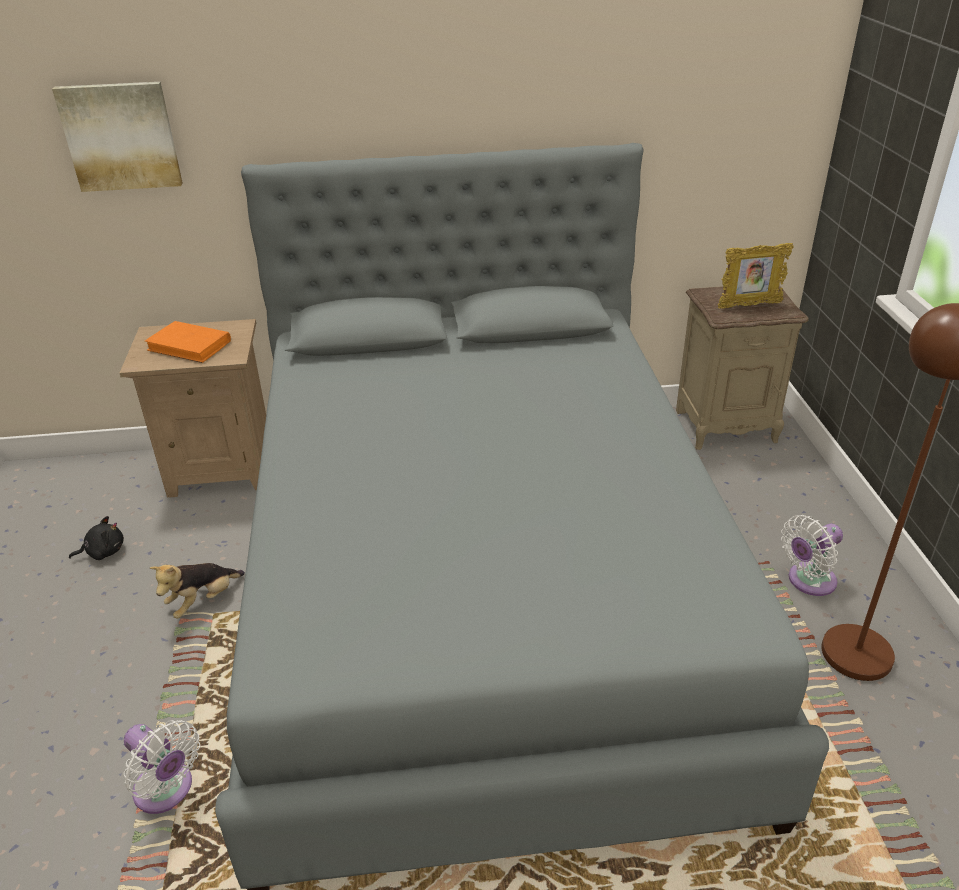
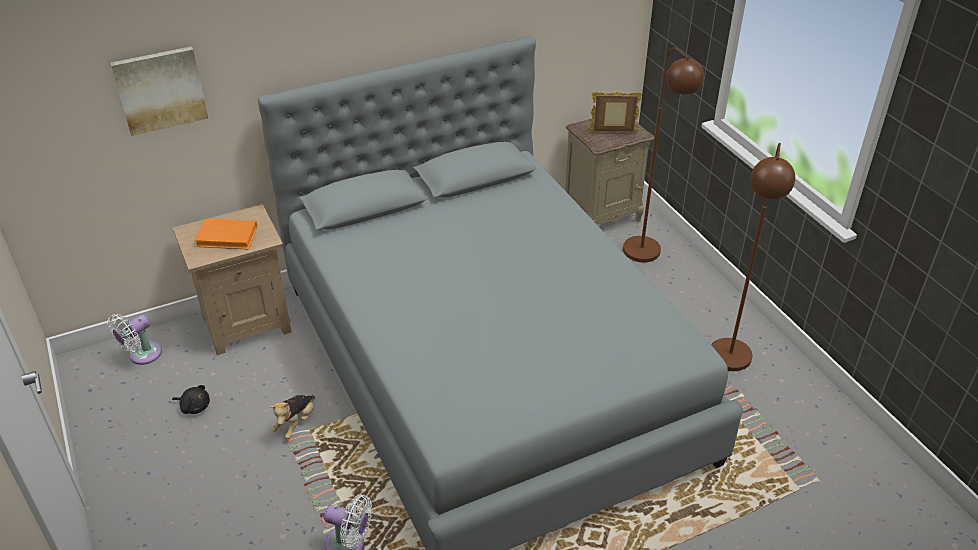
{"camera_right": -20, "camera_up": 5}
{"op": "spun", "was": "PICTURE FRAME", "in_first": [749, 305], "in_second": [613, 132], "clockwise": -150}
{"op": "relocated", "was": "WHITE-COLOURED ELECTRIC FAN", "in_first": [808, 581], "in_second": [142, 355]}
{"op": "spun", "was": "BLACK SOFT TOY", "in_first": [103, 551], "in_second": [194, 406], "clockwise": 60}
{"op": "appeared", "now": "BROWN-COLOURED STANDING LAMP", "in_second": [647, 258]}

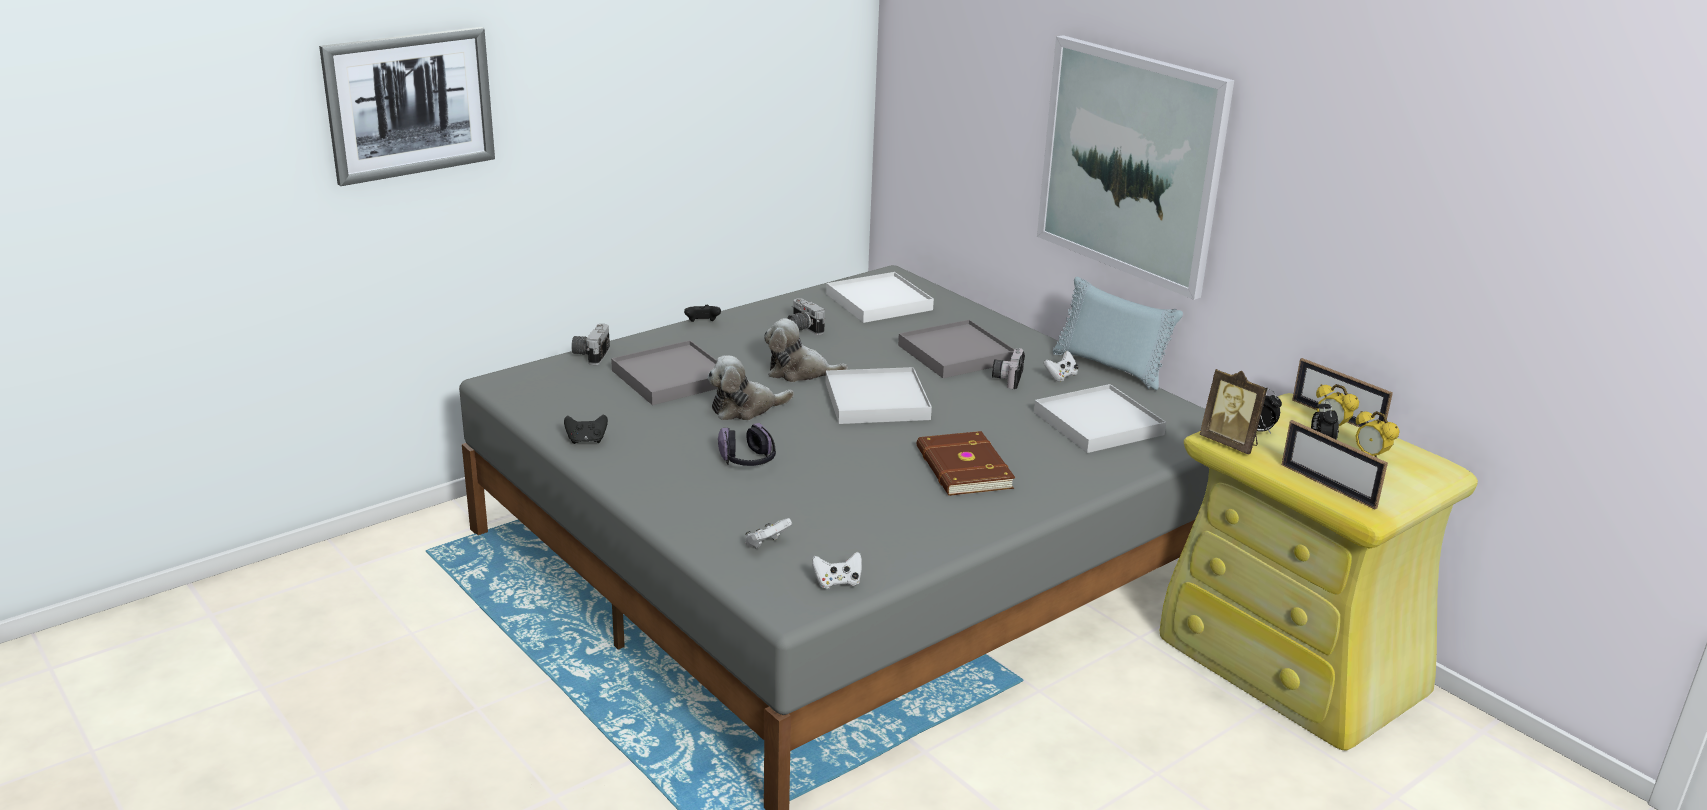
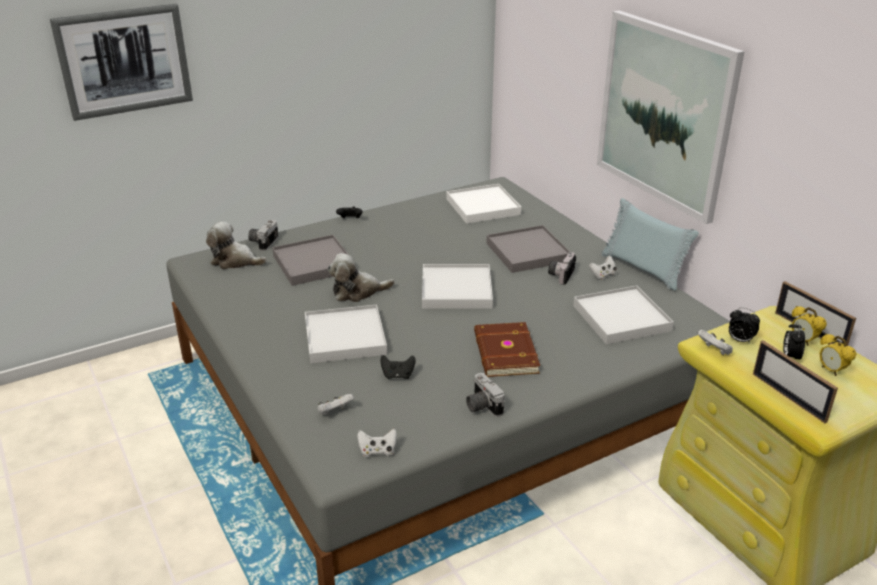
{"camera_right": 10, "camera_up": 5}
{"op": "relocated", "was": "STILL CAMERA", "in_first": [801, 329], "in_second": [481, 406]}
{"op": "relocated", "was": "SOFT TOY", "in_first": [799, 372], "in_second": [235, 261]}
{"op": "exchanged", "was": "PICTURE FRAME", "now": "WHITE-COLOURED GAMEPAD", "in_first": [1230, 443], "in_second": [714, 351]}
{"op": "relocated", "was": "BLACK GAMEPAD", "in_first": [586, 440], "in_second": [398, 375]}
{"op": "exchanged", "was": "HEADPHONES", "now": "WHITE-COLOURED CARRYING TRAY", "in_first": [748, 461], "in_second": [344, 337]}

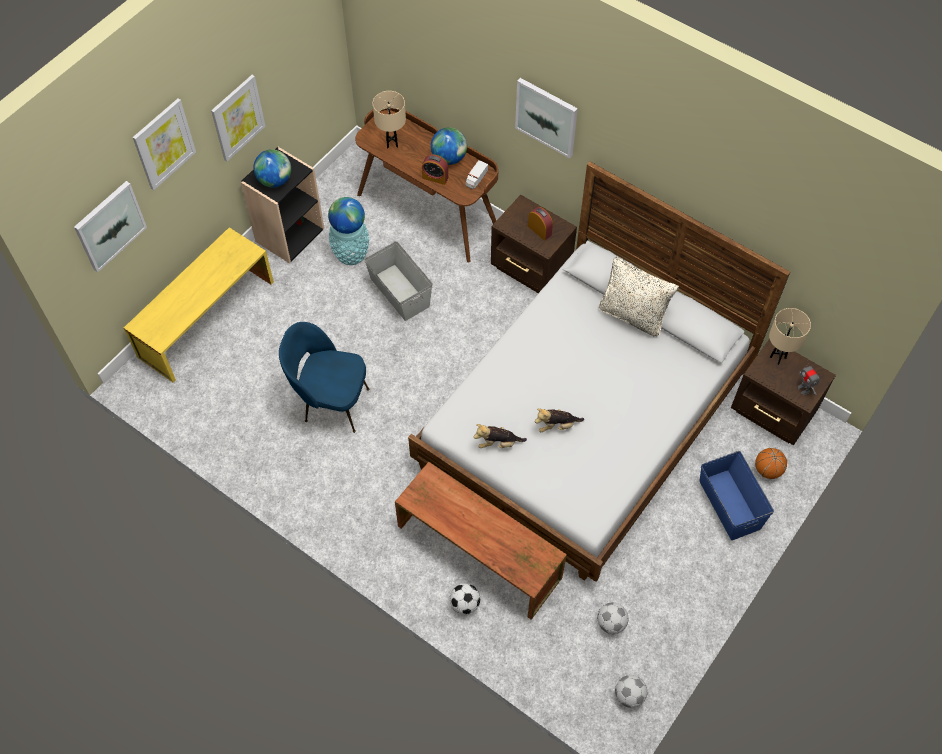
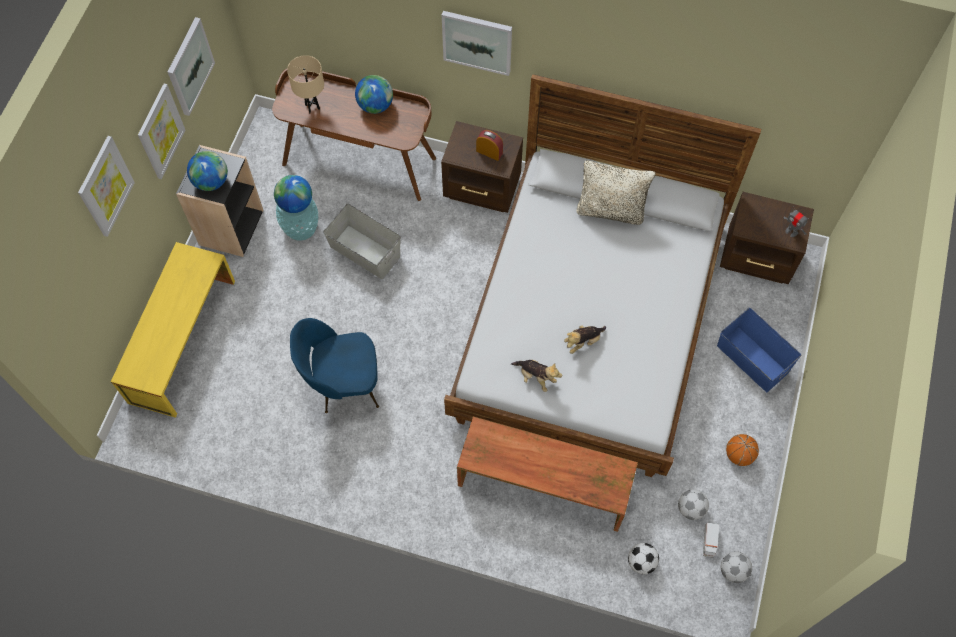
{"camera_right": -20, "camera_up": 5}
{"op": "missing", "was": "BEDSIDE CLOCK", "in_first": [435, 177]}
{"op": "relocated", "was": "MODEL TRUCK", "in_first": [476, 179], "in_second": [709, 542]}
{"op": "relocated", "was": "WALL ART", "in_first": [109, 225], "in_second": [189, 66]}
{"op": "missing", "was": "BEIGE-COLOURED LAMP FOR A TABLE", "in_first": [778, 357]}
{"op": "spun", "was": "SOFT TOY", "in_first": [498, 443], "in_second": [535, 377], "clockwise": -120}
{"op": "relocated", "was": "BASKETBALL", "in_first": [767, 470], "in_second": [739, 455]}
{"op": "relocated", "was": "BALL FOR FOOTBALL", "in_first": [465, 604], "in_second": [641, 562]}

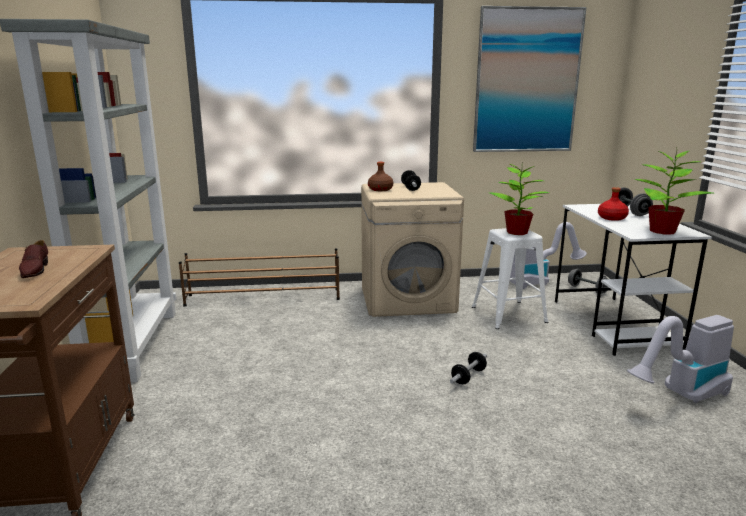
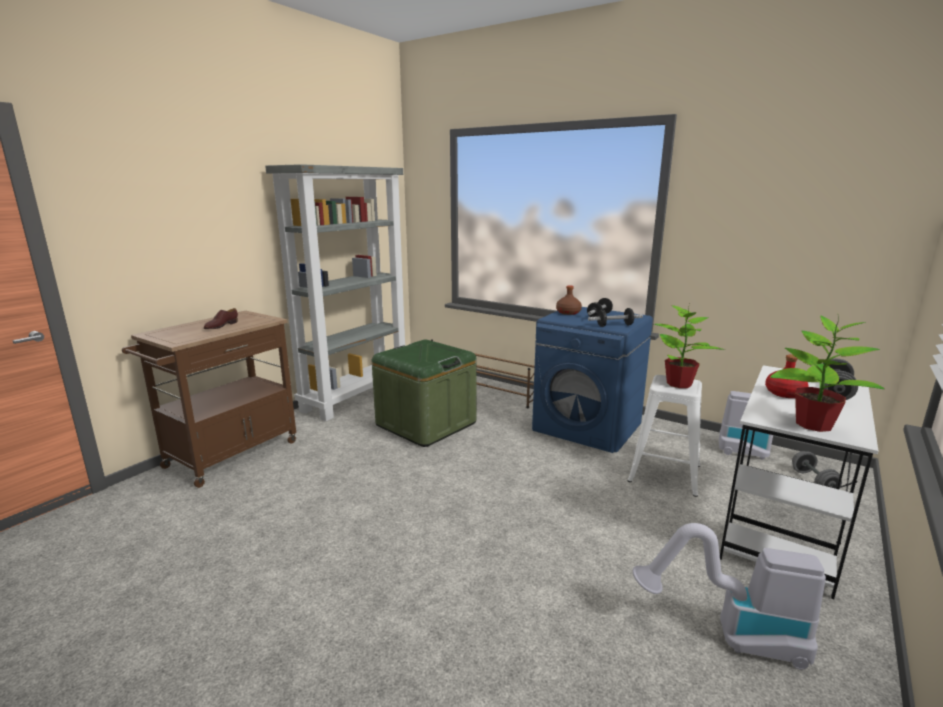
{"camera_right": 40, "camera_up": 0}
{"op": "missing", "was": "WALL ART", "in_first": [527, 81]}
{"op": "colour", "was": "BEIGE-COLOURED LAUNDRY MACHINE", "now": "BLUISH LAUNDRY MACHINE", "in_first": [409, 300], "in_second": [586, 427]}
{"op": "relocated", "was": "HAND WEIGHT", "in_first": [468, 376], "in_second": [614, 325]}
{"op": "appeared", "now": "GREEN-COLOURED STORAGE BOX", "in_second": [426, 424]}

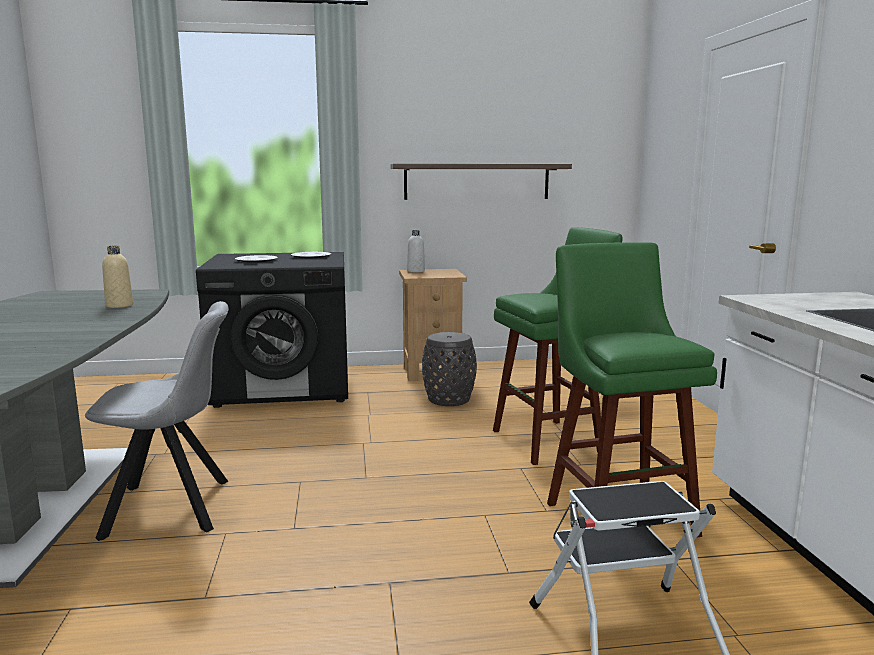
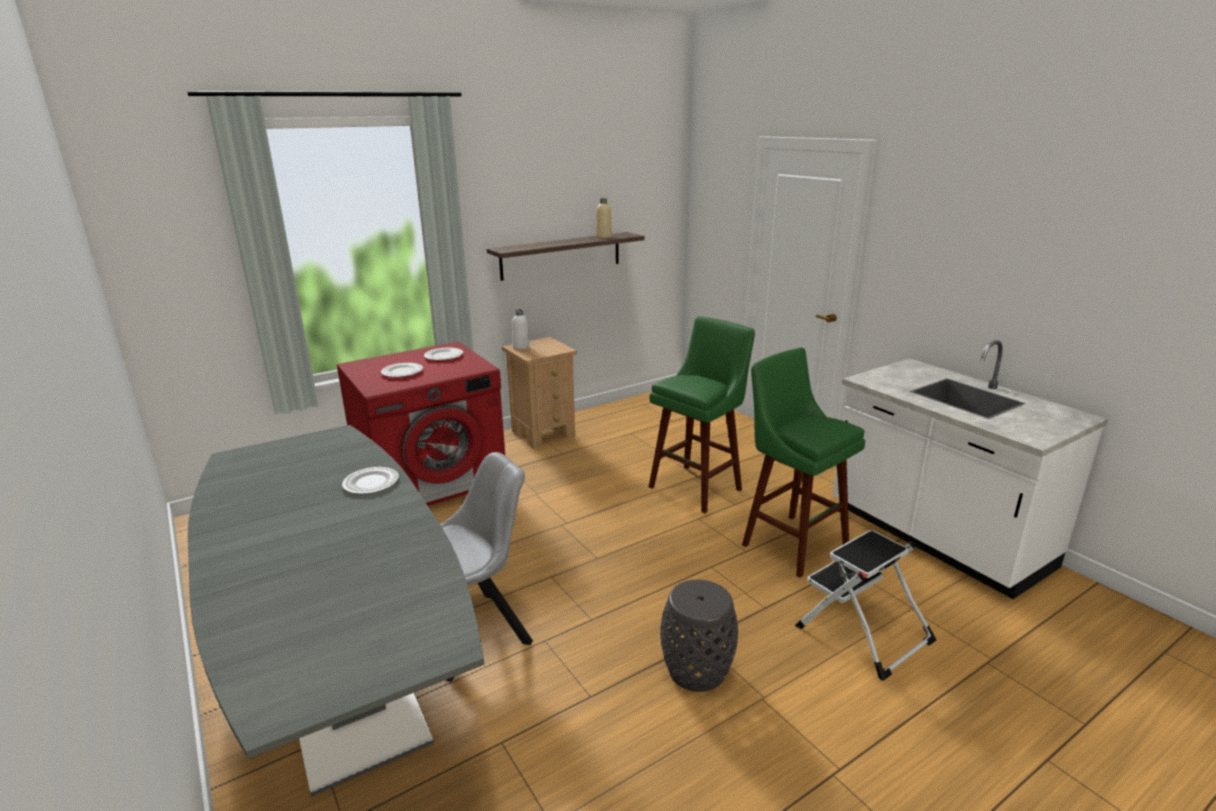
{"camera_right": -25, "camera_up": 10}
{"op": "relocated", "was": "BEIGE-COLOURED DRINK BOTTLE", "in_first": [119, 305], "in_second": [603, 237]}
{"op": "colour", "was": "BLACK LAUNDRY MACHINE", "now": "RED LAUNDRY MACHINE", "in_first": [284, 391], "in_second": [433, 484]}
{"op": "relocated", "was": "GREYISH STOOL", "in_first": [449, 399], "in_second": [697, 670]}
{"op": "appeared", "now": "PLATE", "in_second": [370, 483]}

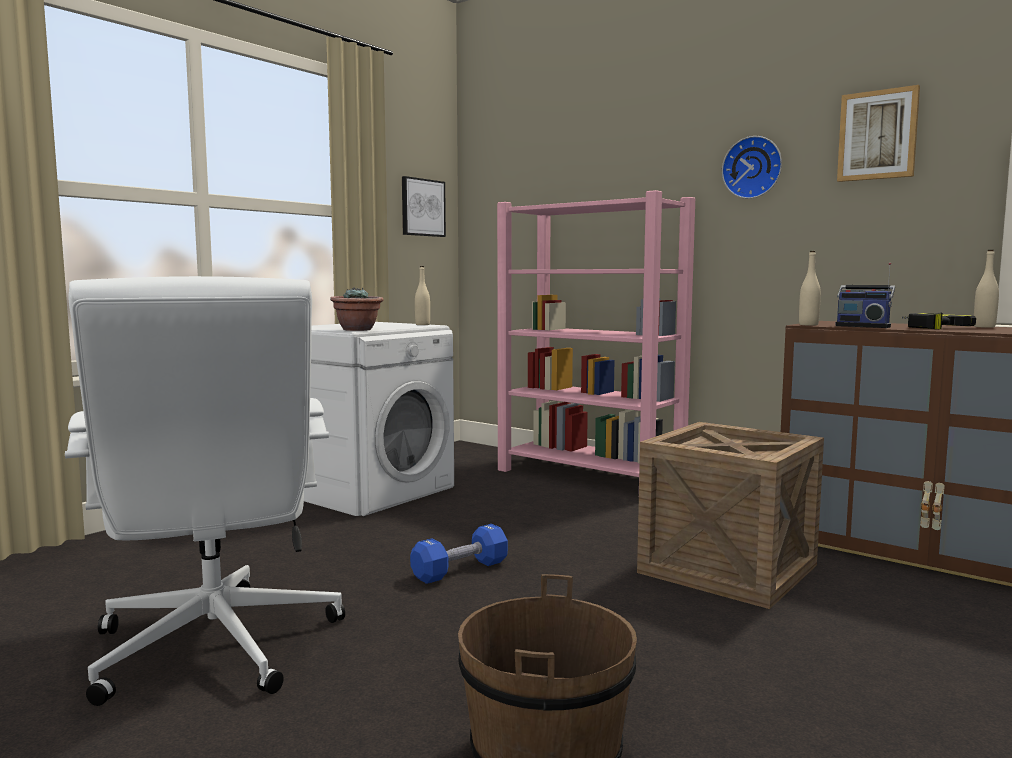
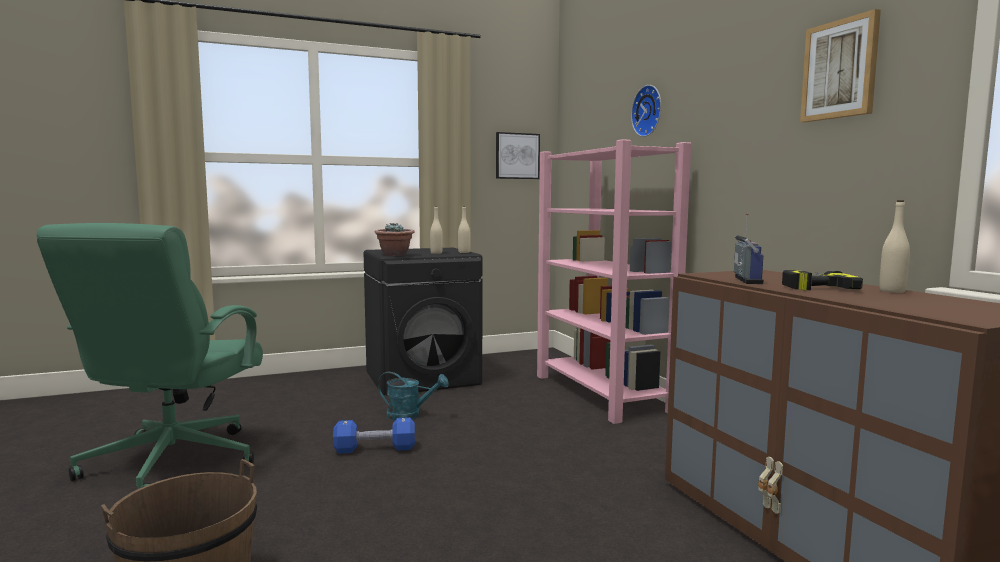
{"camera_right": 30, "camera_up": 0}
{"op": "relocated", "was": "WALL CLOCK", "in_first": [753, 168], "in_second": [649, 111]}
{"op": "relocated", "was": "BEIGE-COLOURED DRINK BOTTLE", "in_first": [808, 325], "in_second": [436, 253]}
{"op": "spun", "was": "RADIO RECEIVER", "in_first": [863, 326], "in_second": [745, 280], "clockwise": -150}
{"op": "colour", "was": "WHITE-COLOURED DESK CHAIR", "now": "GREEN-COLOURED DESK CHAIR", "in_first": [216, 642], "in_second": [173, 460]}
{"op": "colour", "was": "WHITE-COLOURED LAUNDRY MACHINE", "now": "BLACK LAUNDRY MACHINE", "in_first": [374, 491], "in_second": [425, 378]}
{"op": "missing", "was": "SHIPPING CRATE", "in_first": [728, 569]}
{"op": "appeared", "now": "TURQUOISE WATERING POT", "in_second": [410, 415]}

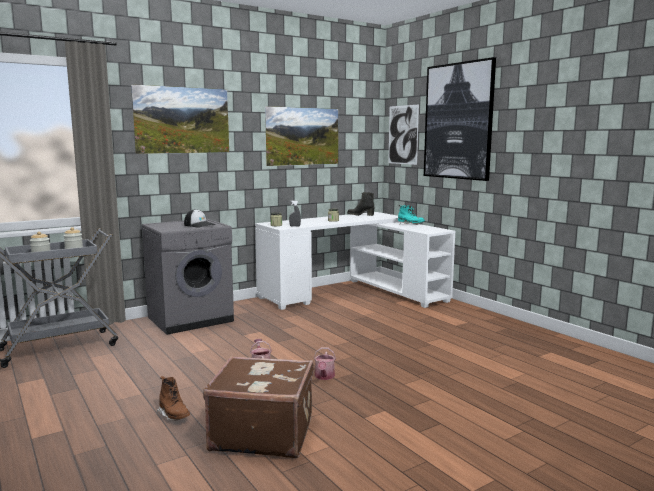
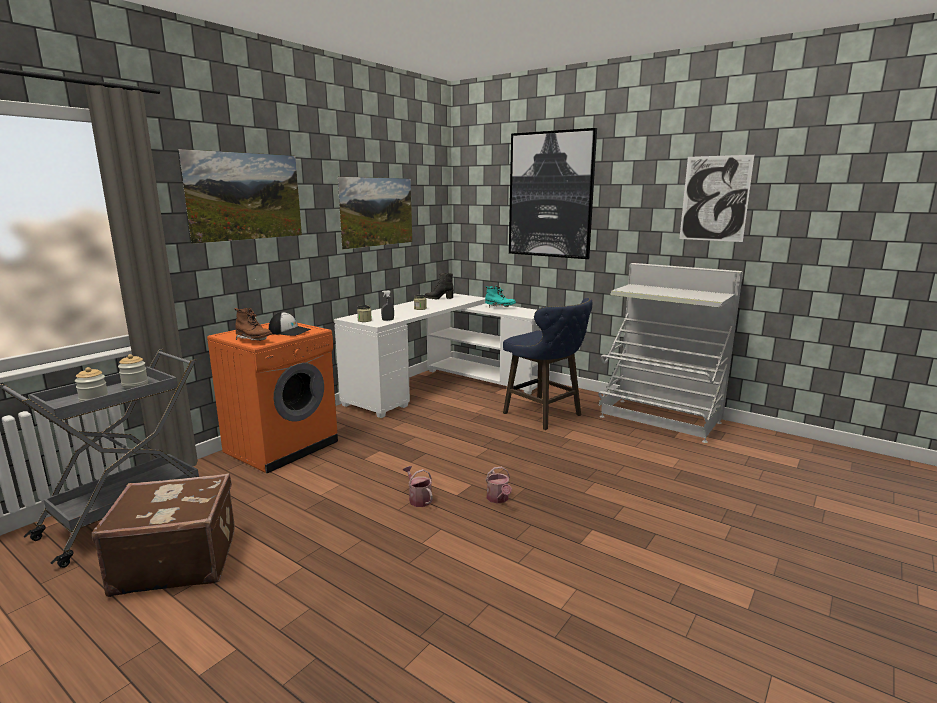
{"camera_right": -20, "camera_up": 5}
{"op": "relocated", "was": "WALL ART", "in_first": [403, 135], "in_second": [715, 198]}
{"op": "colour", "was": "GREYISH LAUNDRY MACHINE", "now": "ORANGE-COLOURED LAUNDRY MACHINE", "in_first": [191, 320], "in_second": [283, 447]}
{"op": "relocated", "was": "BROWN-COLOURED SUITCASE", "in_first": [262, 433], "in_second": [177, 561]}
{"op": "relocated", "was": "BROWN-COLOURED TALL BOOT", "in_first": [174, 415], "in_second": [254, 340]}
{"op": "appeared", "now": "WHITE-COLOURED SHOE SHELF", "in_second": [658, 421]}
{"op": "appeared", "now": "BLUISH STOOL", "in_second": [545, 415]}

